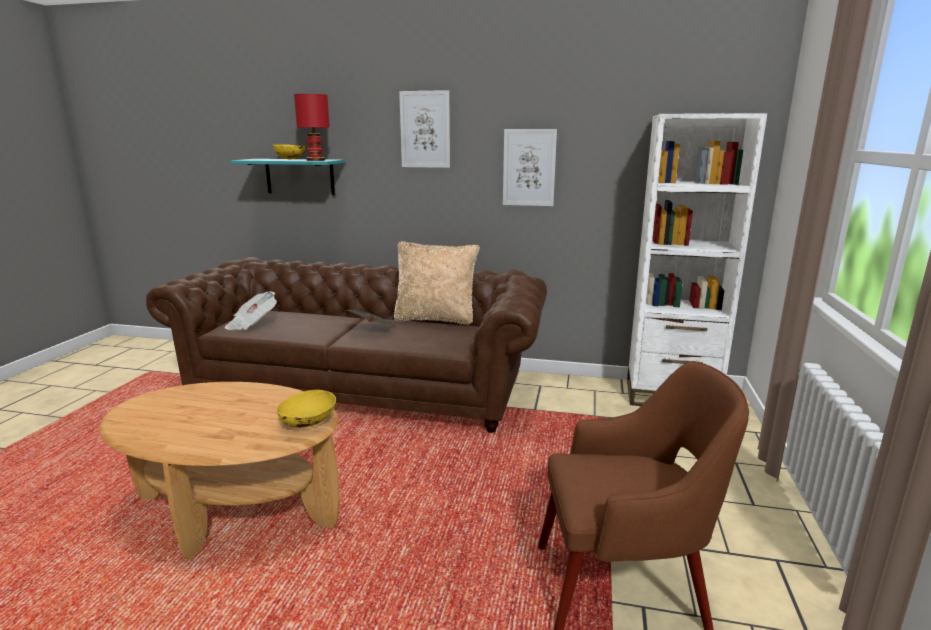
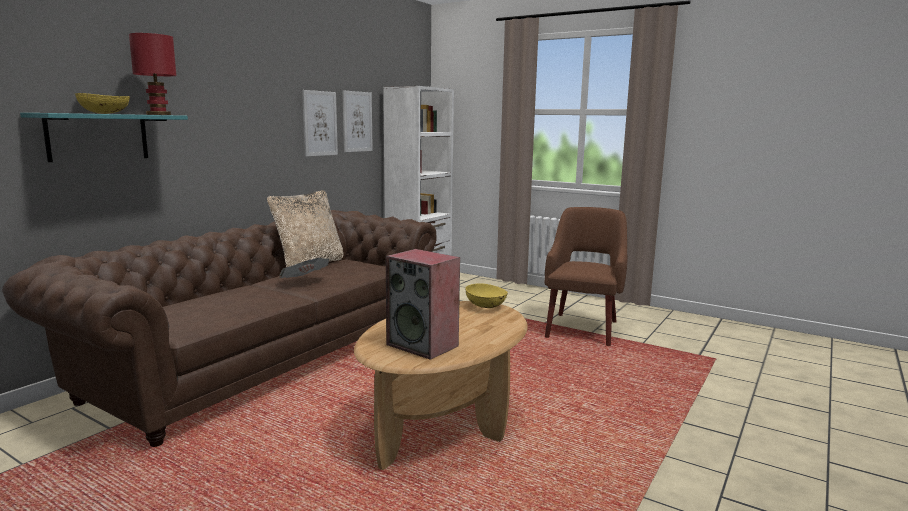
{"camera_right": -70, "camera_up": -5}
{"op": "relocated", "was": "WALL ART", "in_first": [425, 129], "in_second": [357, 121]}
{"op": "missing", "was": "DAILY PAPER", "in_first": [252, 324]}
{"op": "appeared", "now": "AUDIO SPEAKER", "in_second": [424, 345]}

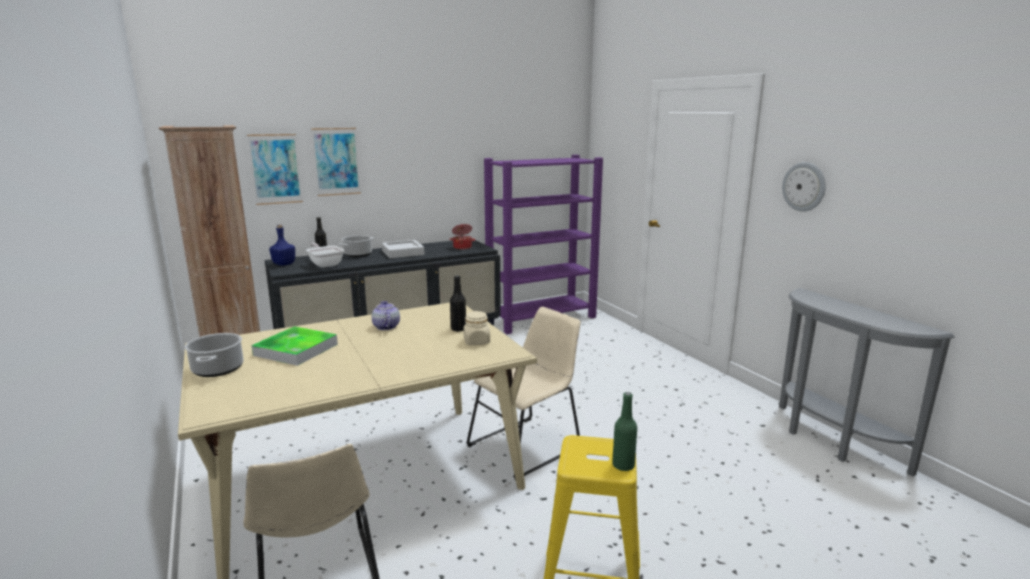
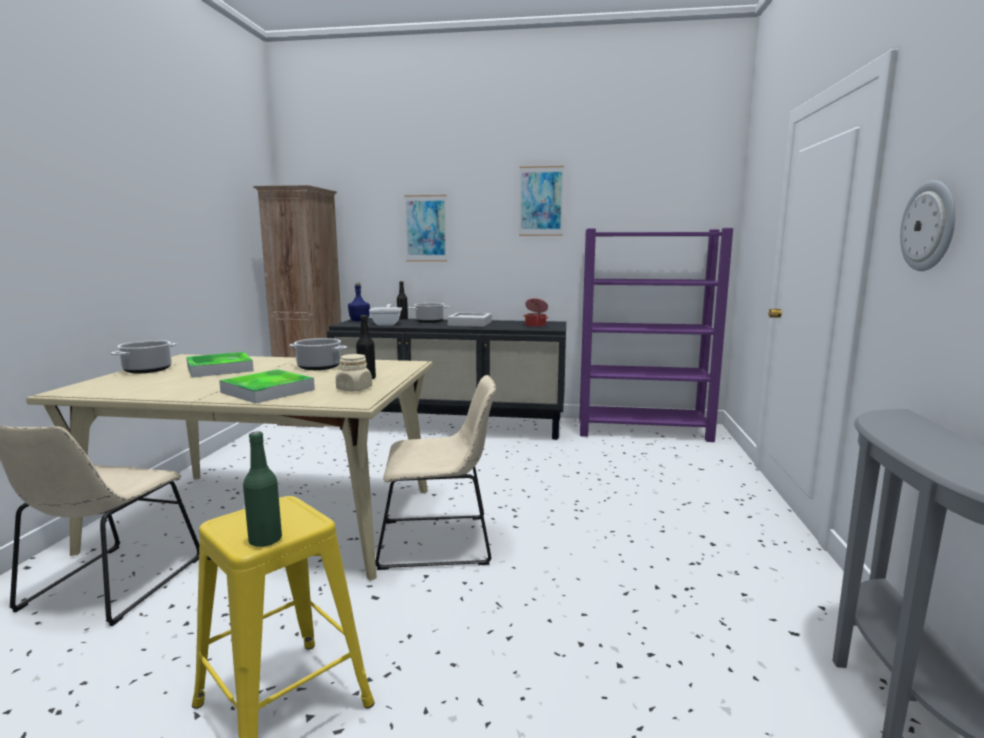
{"camera_right": 35, "camera_up": -5}
{"op": "relocated", "was": "WALL ART", "in_first": [275, 169], "in_second": [541, 201]}
{"op": "exchanged", "was": "POT FOR TEA", "now": "STOCKPOT", "in_first": [386, 327], "in_second": [318, 367]}
{"op": "appeared", "now": "CARRYING TRAY", "in_second": [268, 391]}

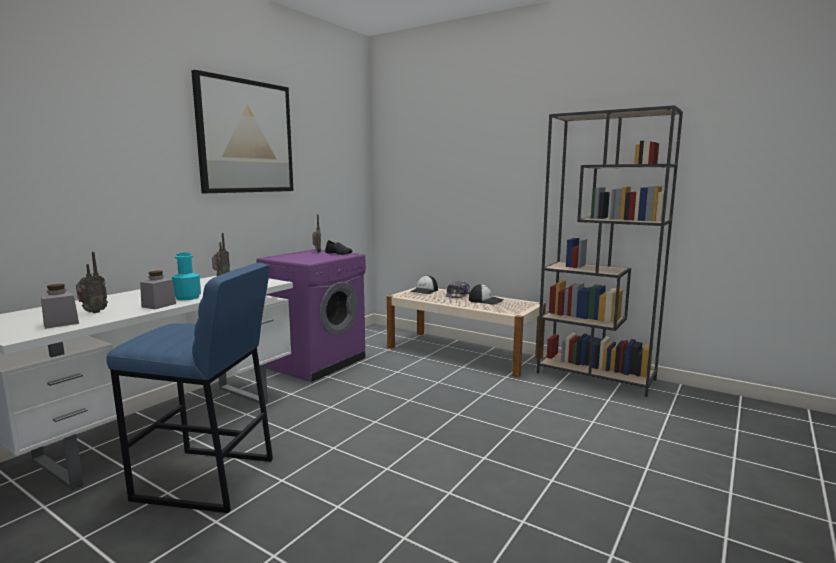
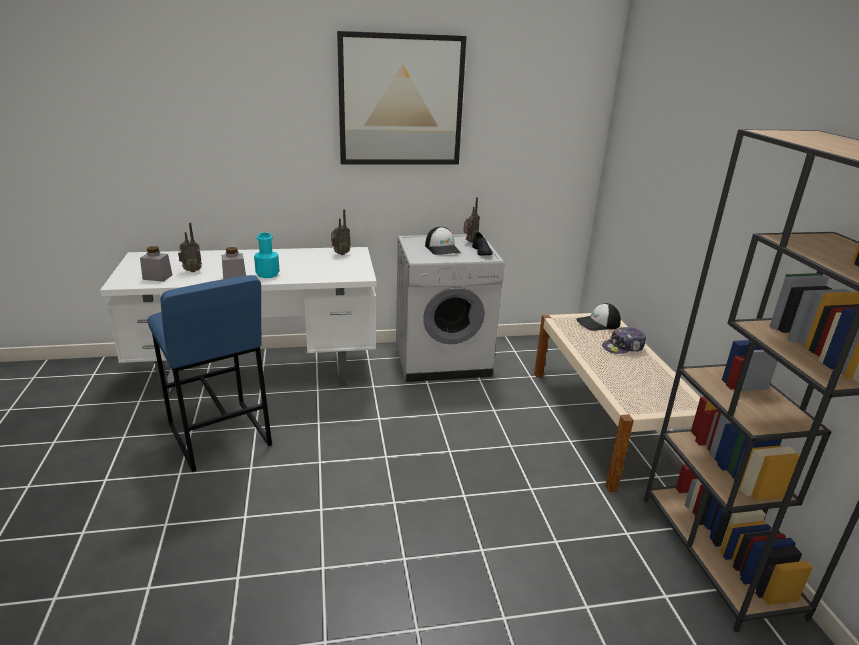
{"camera_right": 45, "camera_up": 15}
{"op": "colour", "was": "PURPLE LAUNDRY MACHINE", "now": "WHITE-COLOURED LAUNDRY MACHINE", "in_first": [317, 363], "in_second": [443, 361]}
{"op": "relocated", "was": "CAP", "in_first": [486, 300], "in_second": [442, 248]}

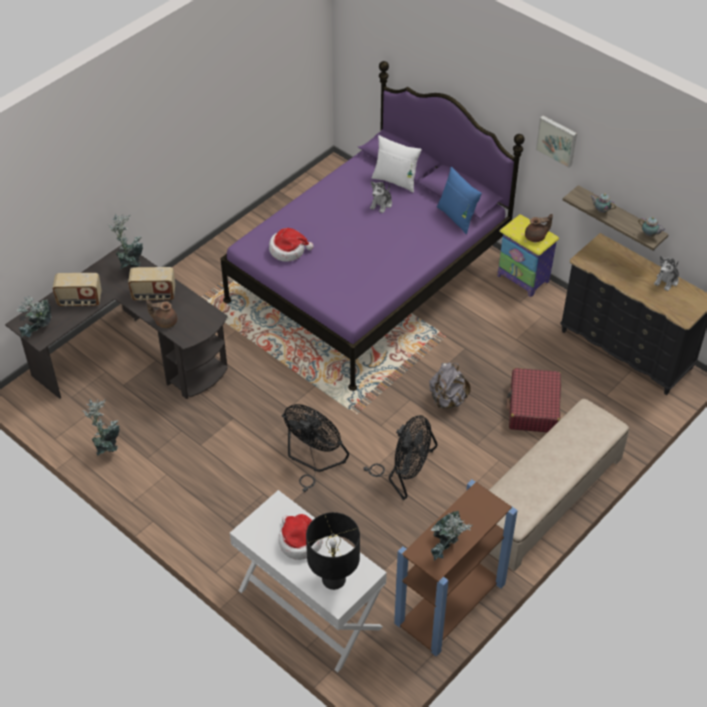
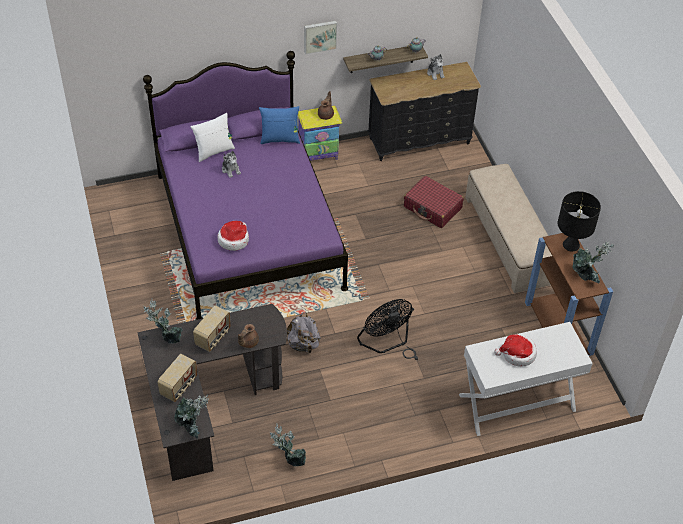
{"camera_right": -60, "camera_up": 0}
{"op": "relocated", "was": "GREYISH KNAPSACK", "in_first": [447, 399], "in_second": [303, 344]}
{"op": "missing", "was": "BLACK ELECTRIC FAN", "in_first": [404, 471]}
{"op": "relocated", "was": "BLACK LAMP FOR A TABLE", "in_first": [333, 581], "in_second": [570, 246]}

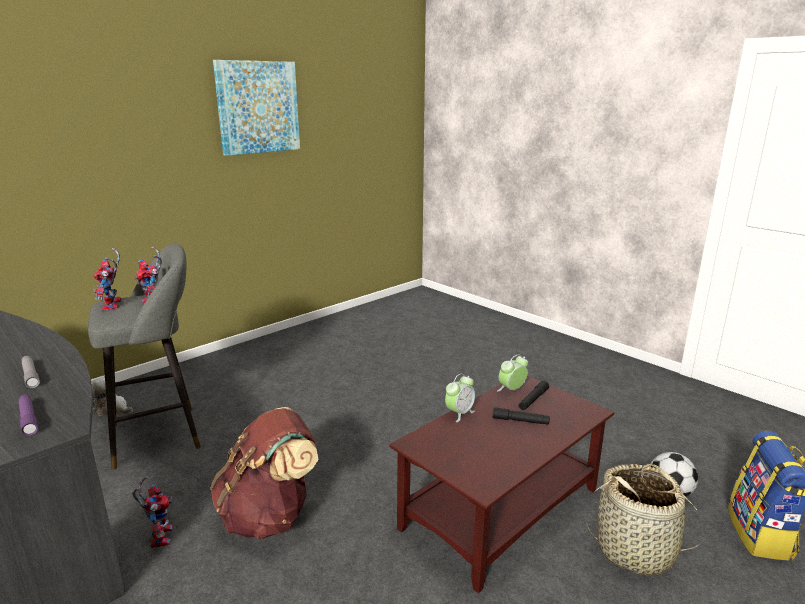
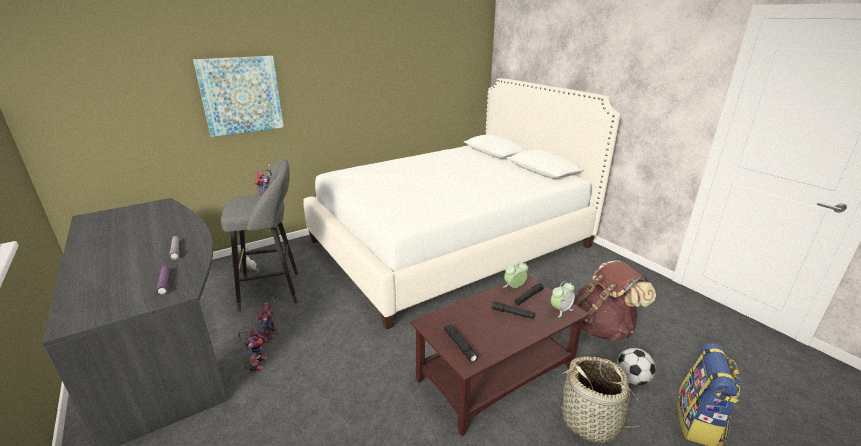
{"camera_right": 10, "camera_up": 5}
{"op": "relocated", "was": "WALL ART", "in_first": [258, 107], "in_second": [241, 95]}
{"op": "relocated", "was": "ROBOT FIGURE", "in_first": [113, 306], "in_second": [271, 335]}
{"op": "relocated", "was": "BEDSIDE CLOCK", "in_first": [459, 413], "in_second": [560, 310]}
{"op": "relocated", "was": "BROWN-COLOURED KNAPSACK", "in_first": [269, 515], "in_second": [603, 327]}
{"op": "appeared", "now": "WHITE-COLOURED BED", "in_second": [451, 243]}
{"op": "appeared", "now": "BLACK FLASHLIGHT", "in_second": [460, 345]}

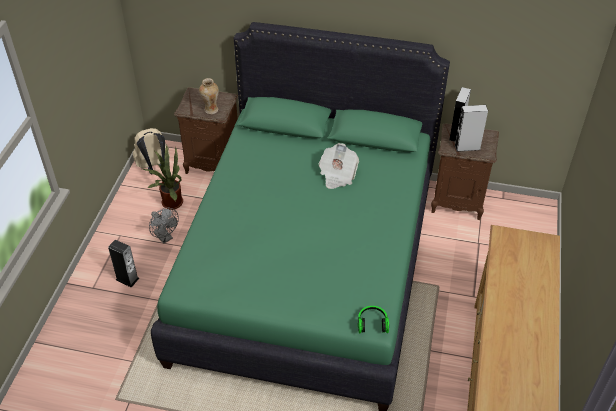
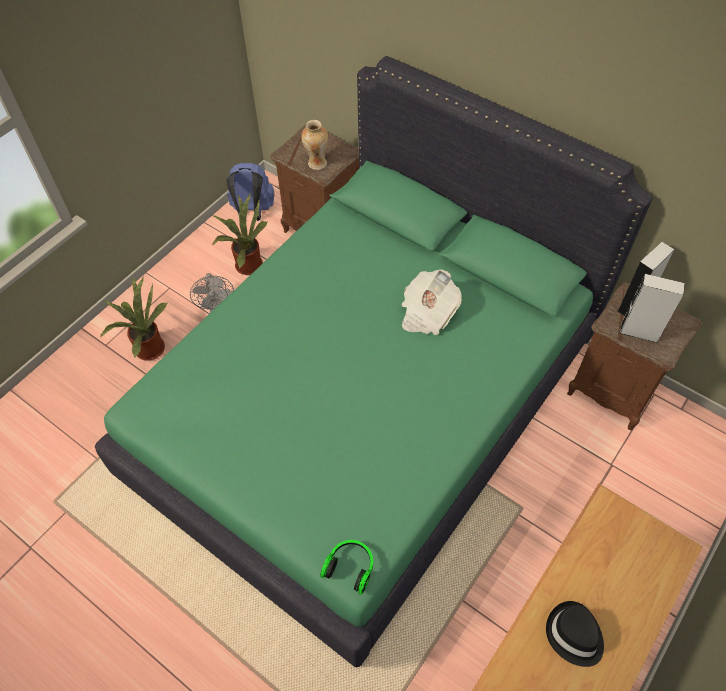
{"camera_right": 25, "camera_up": 10}
{"op": "colour", "was": "BEIGE-COLOURED KNAPSACK", "now": "BLUISH KNAPSACK", "in_first": [154, 167], "in_second": [252, 212]}
{"op": "exchanged", "was": "AUDIO SPEAKER", "now": "HOUSEPLANT", "in_first": [127, 279], "in_second": [148, 348]}
{"op": "appeared", "now": "BLACK WEARABLE HAT", "in_second": [574, 635]}

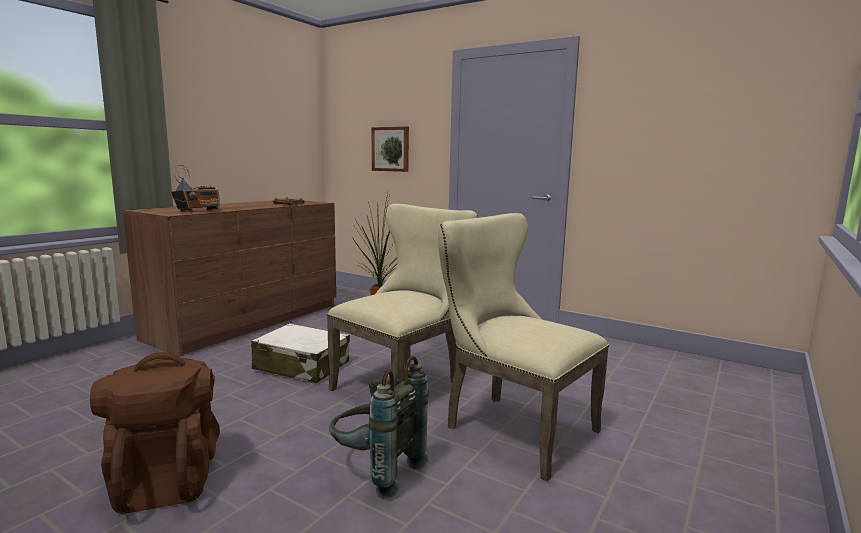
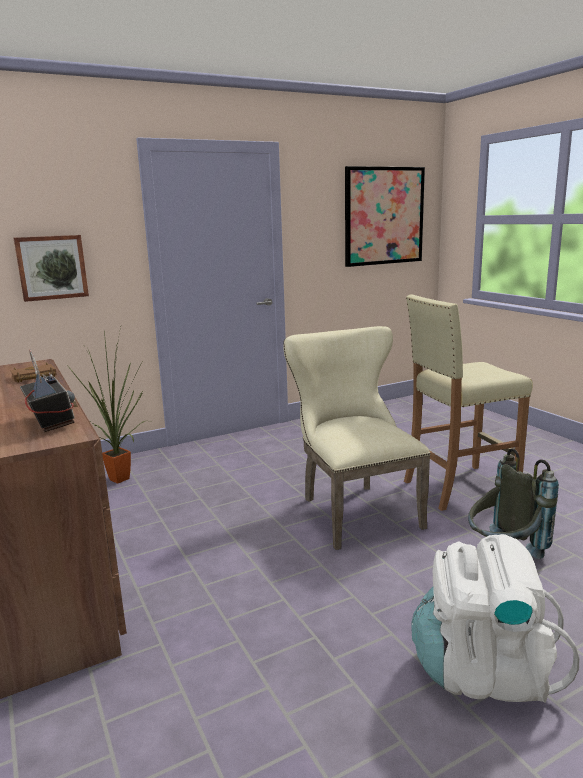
{"camera_right": -60, "camera_up": 5}
{"op": "exchanged", "was": "BEIGE-COLOURED CHAIR", "now": "BEIGE-COLOURED STOOL", "in_first": [511, 427], "in_second": [459, 487]}
{"op": "missing", "was": "WHITE-COLOURED SUITCASE", "in_first": [302, 366]}
{"op": "colour", "was": "BROWN-COLOURED KNAPSACK", "now": "WHITE-COLOURED KNAPSACK", "in_first": [166, 478], "in_second": [483, 671]}
{"op": "appeared", "now": "WALL ART", "in_second": [384, 216]}

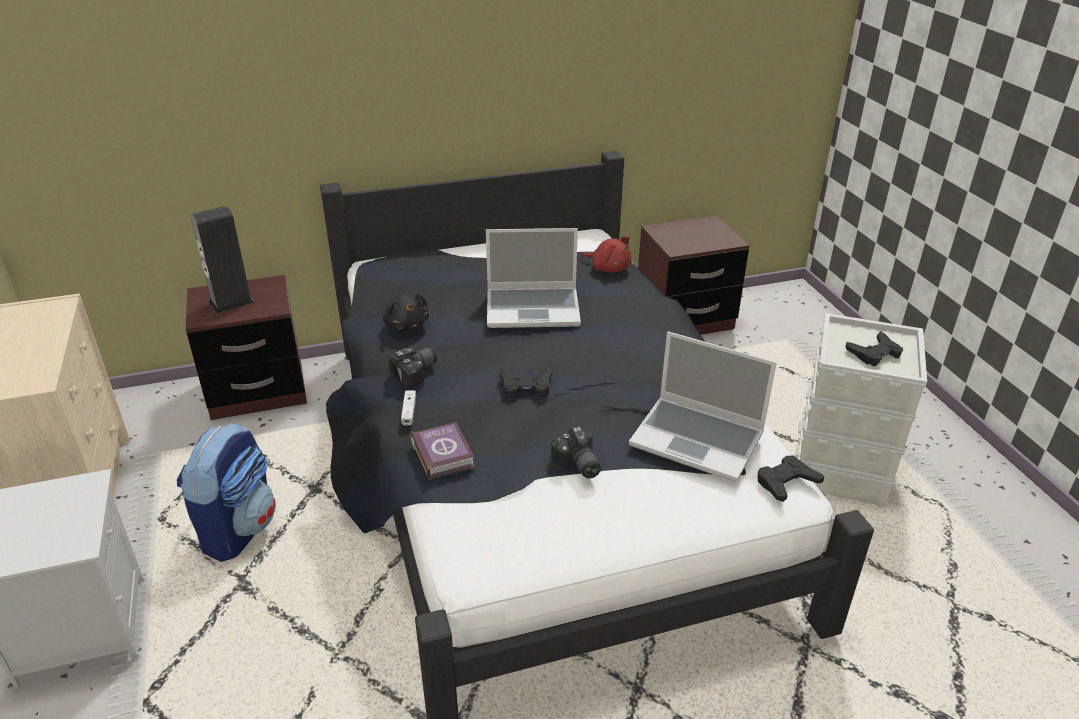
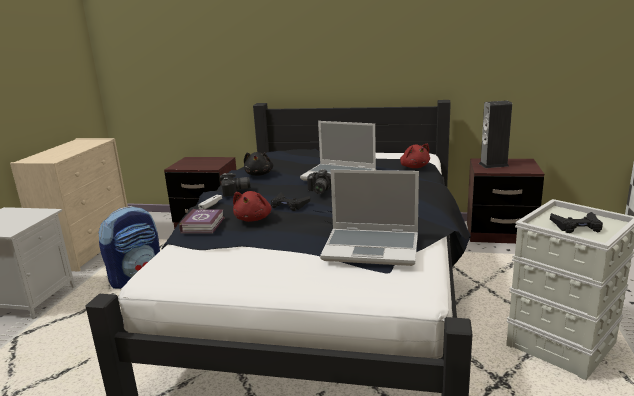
{"camera_right": 30, "camera_up": -15}
{"op": "relocated", "was": "AUDIO SPEAKER", "in_first": [231, 302], "in_second": [493, 165]}
{"op": "spun", "was": "NOTEBOOK COMPUTER", "in_first": [698, 439], "in_second": [372, 248], "clockwise": -45}
{"op": "relocated", "was": "STILL CAMERA", "in_first": [577, 465], "in_second": [318, 191]}
{"op": "missing", "was": "BLACK GAMEPAD", "in_first": [786, 482]}
{"op": "appeared", "now": "RED SOFT TOY", "in_second": [254, 219]}

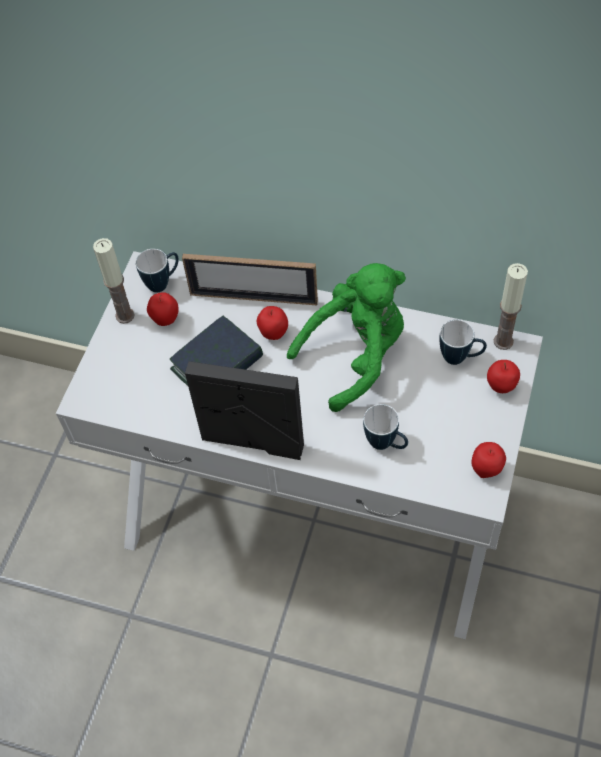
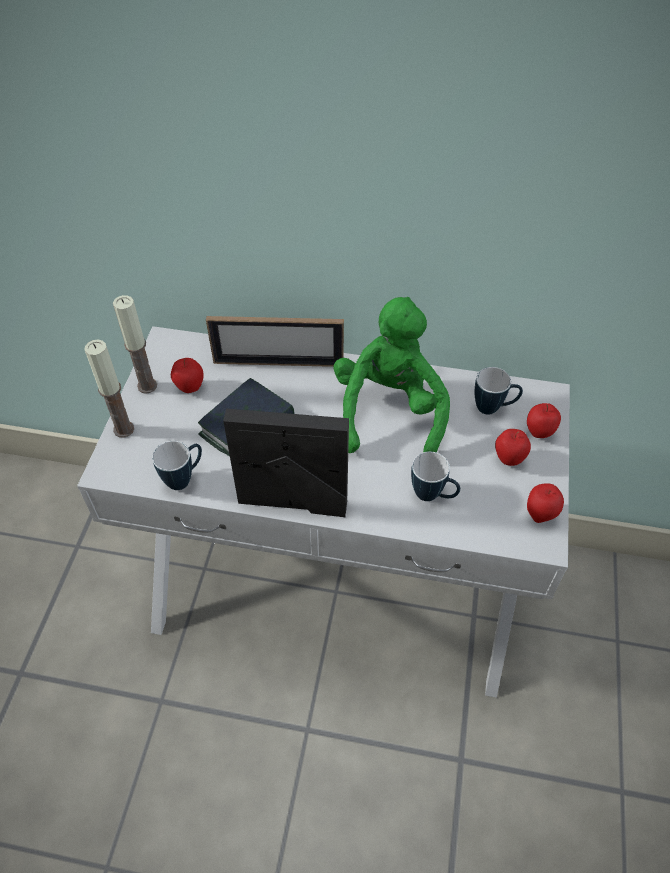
{"camera_right": -10, "camera_up": -5}
{"op": "relocated", "was": "TEA MUG", "in_first": [163, 282], "in_second": [184, 478]}
{"op": "spun", "was": "GREEN-COLOURED SOFT TOY", "in_first": [356, 355], "in_second": [389, 411], "clockwise": -45}
{"op": "relocated", "was": "WAX CANDLE", "in_first": [503, 341], "in_second": [123, 429]}
{"op": "relocated", "was": "APPLE", "in_first": [273, 333], "in_second": [508, 459]}

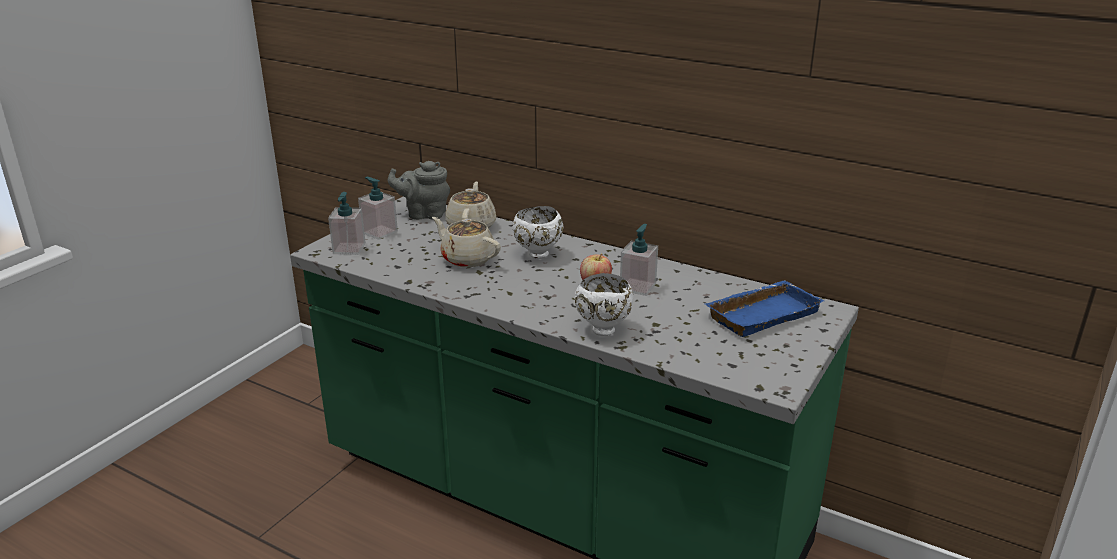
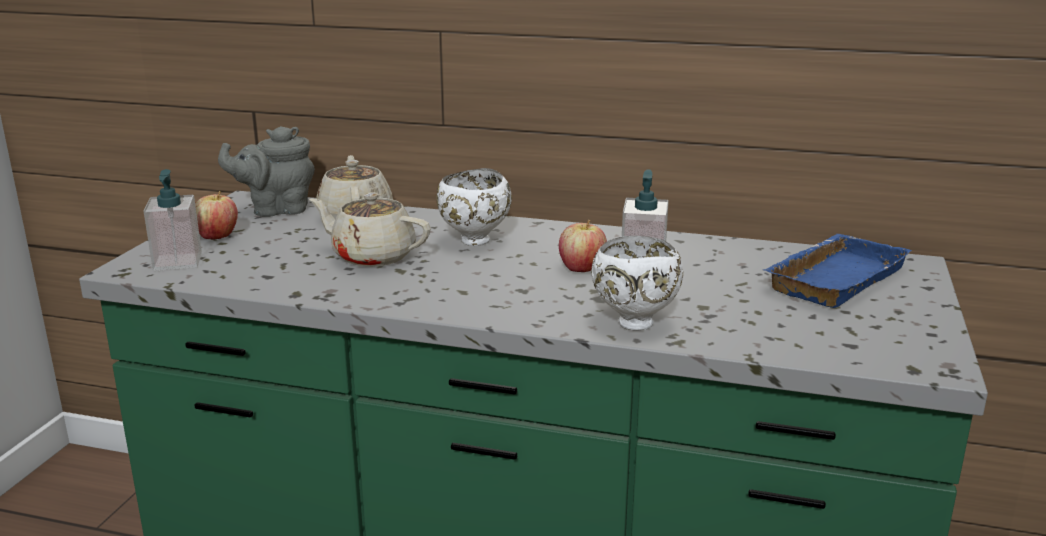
{"camera_right": -15, "camera_up": -5}
{"op": "exchanged", "was": "SOAP DISPENSER", "now": "APPLE", "in_first": [379, 232], "in_second": [217, 237]}

